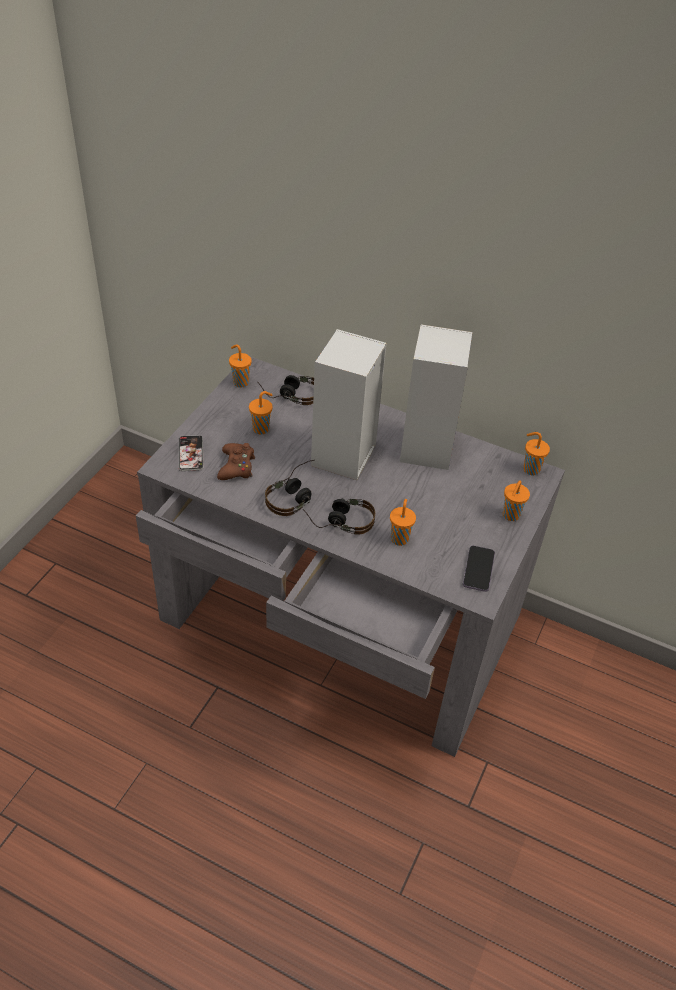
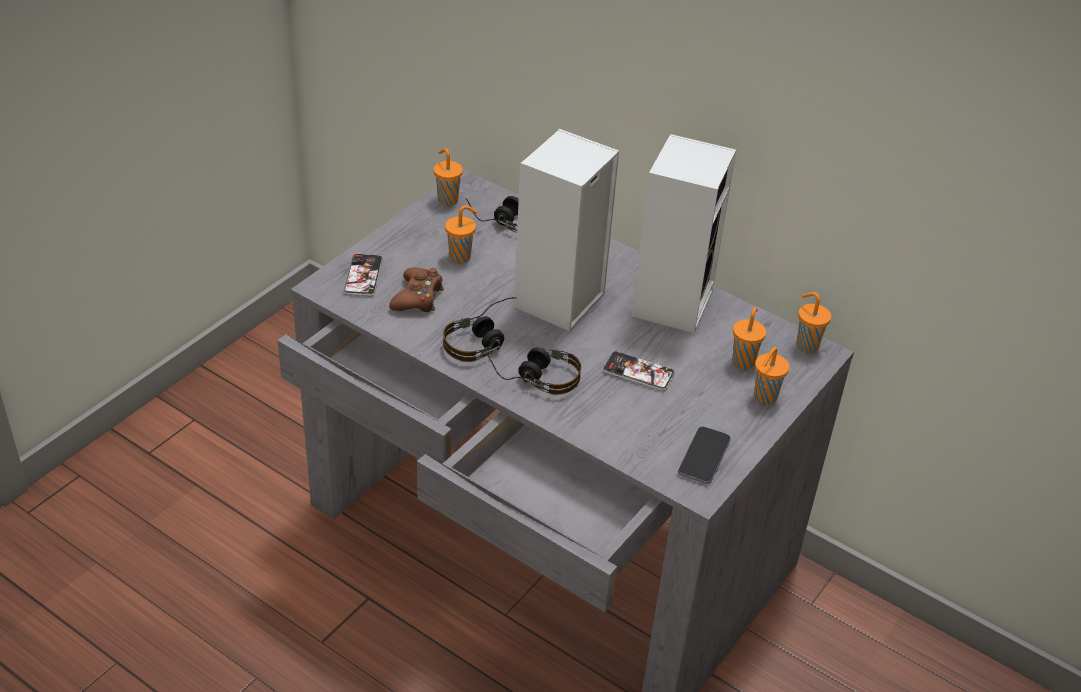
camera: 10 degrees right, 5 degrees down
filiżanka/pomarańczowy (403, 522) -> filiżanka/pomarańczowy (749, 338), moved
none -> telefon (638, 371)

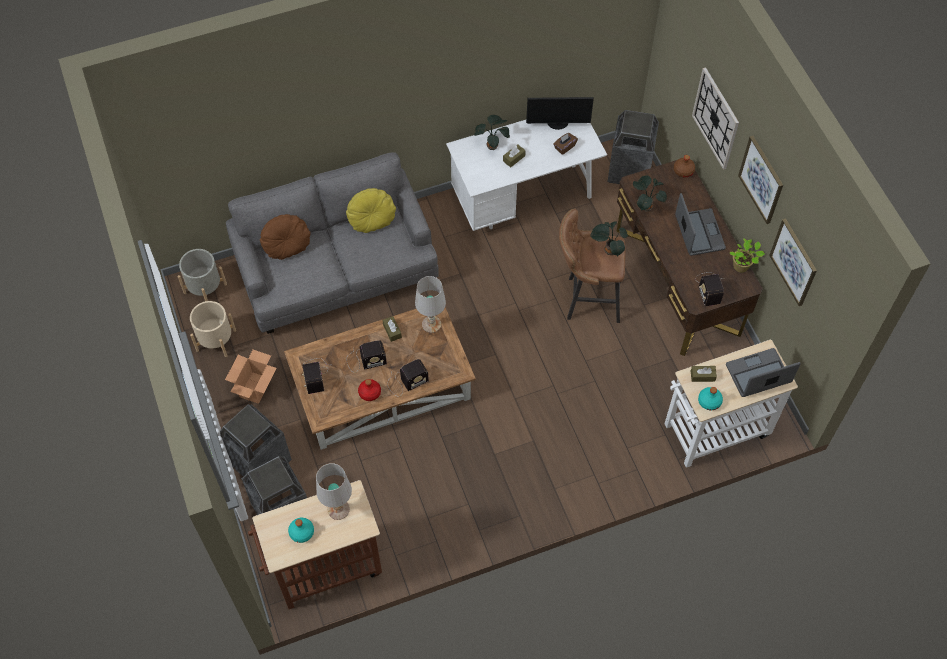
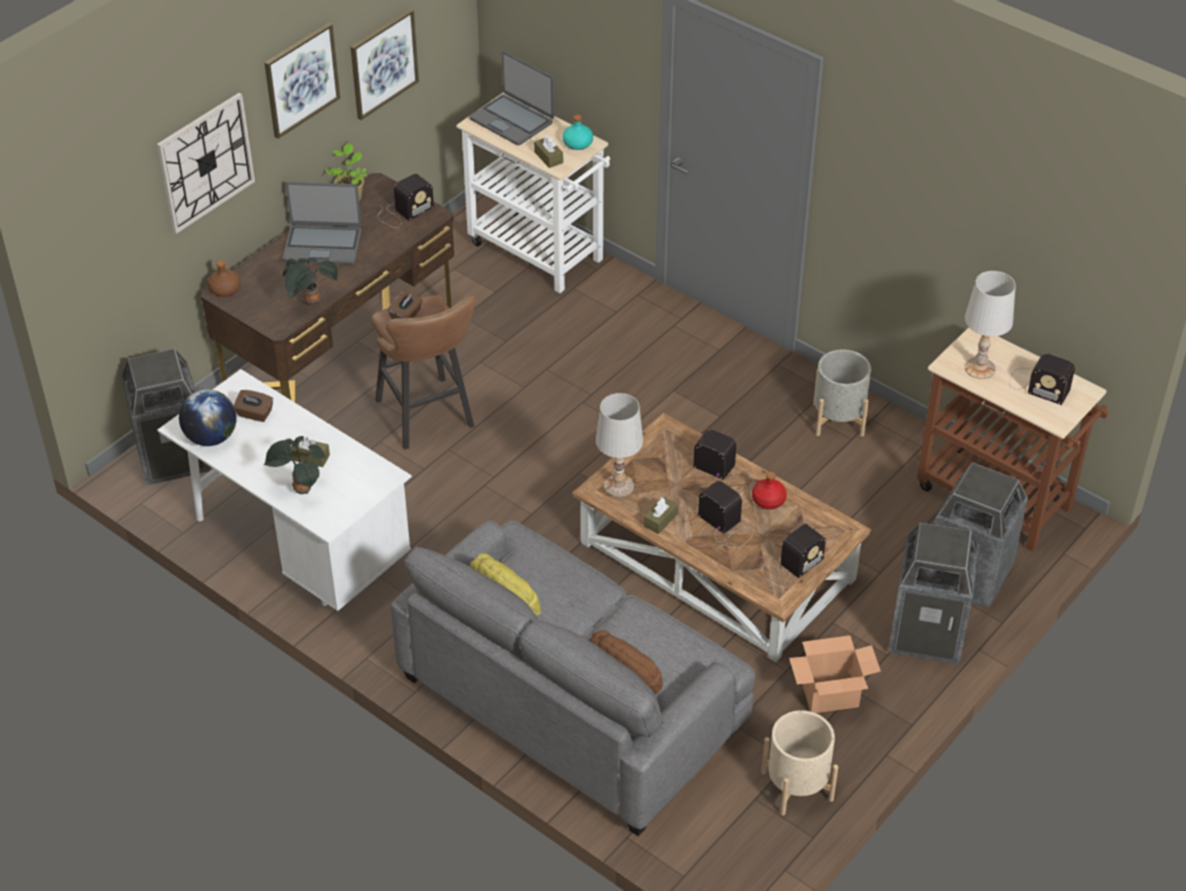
camera: 120 degrees left, 15 degrees down
donica/szary (202, 275) -> donica/szary (842, 393), moved
butelka/turkusowy (301, 530) -> radio (1042, 379)
monitor (560, 113) -> globus (208, 417)
roślina doniczkowa (609, 238) -> pudełko chusteczek/brązowy (405, 304)
laptop (700, 224) -> laptop (322, 223), 135 degrees counterclockwise

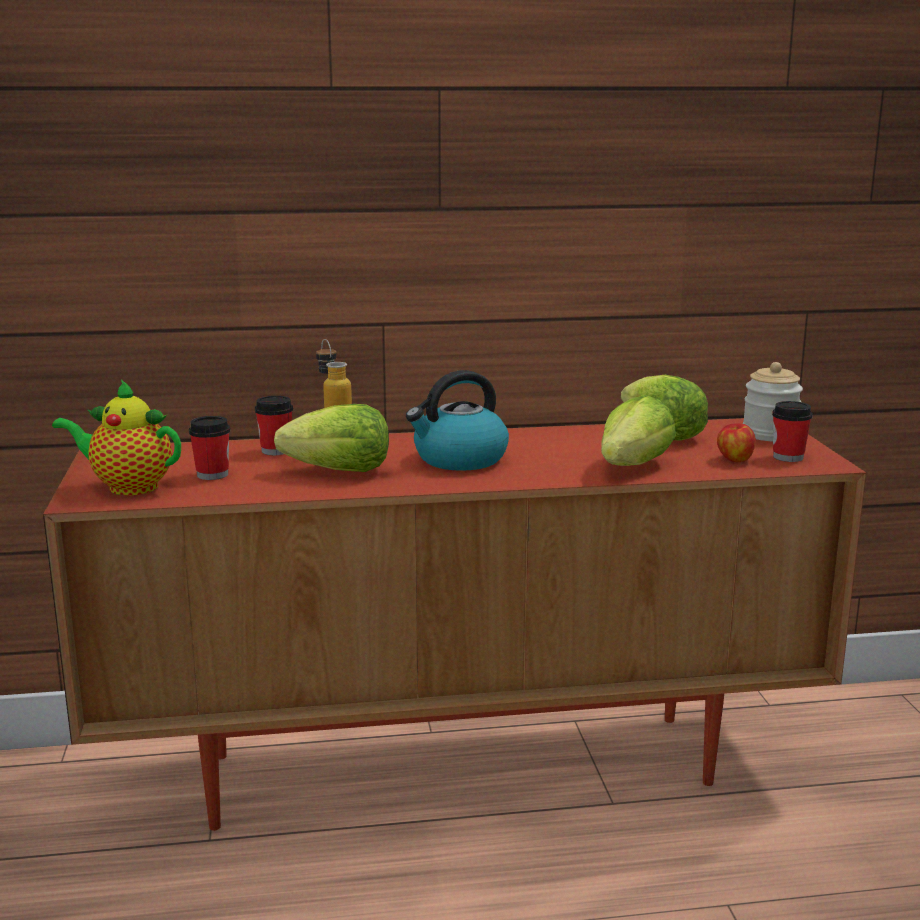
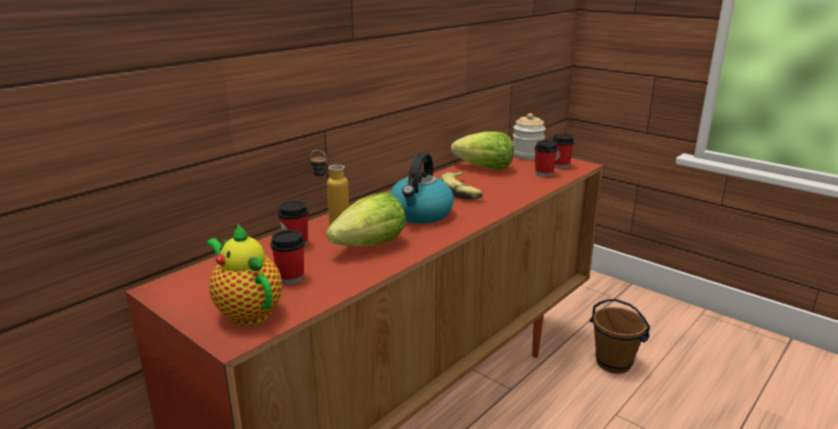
camera: 40 degrees left, 5 degrees up
imbryk (116, 437) -> imbryk (244, 274), 75 degrees clockwise
sałata (638, 430) -> none
jabłko (736, 442) -> filiżanka (546, 158)
none -> banan (462, 186)
none -> wiadro/brązowy (620, 336)

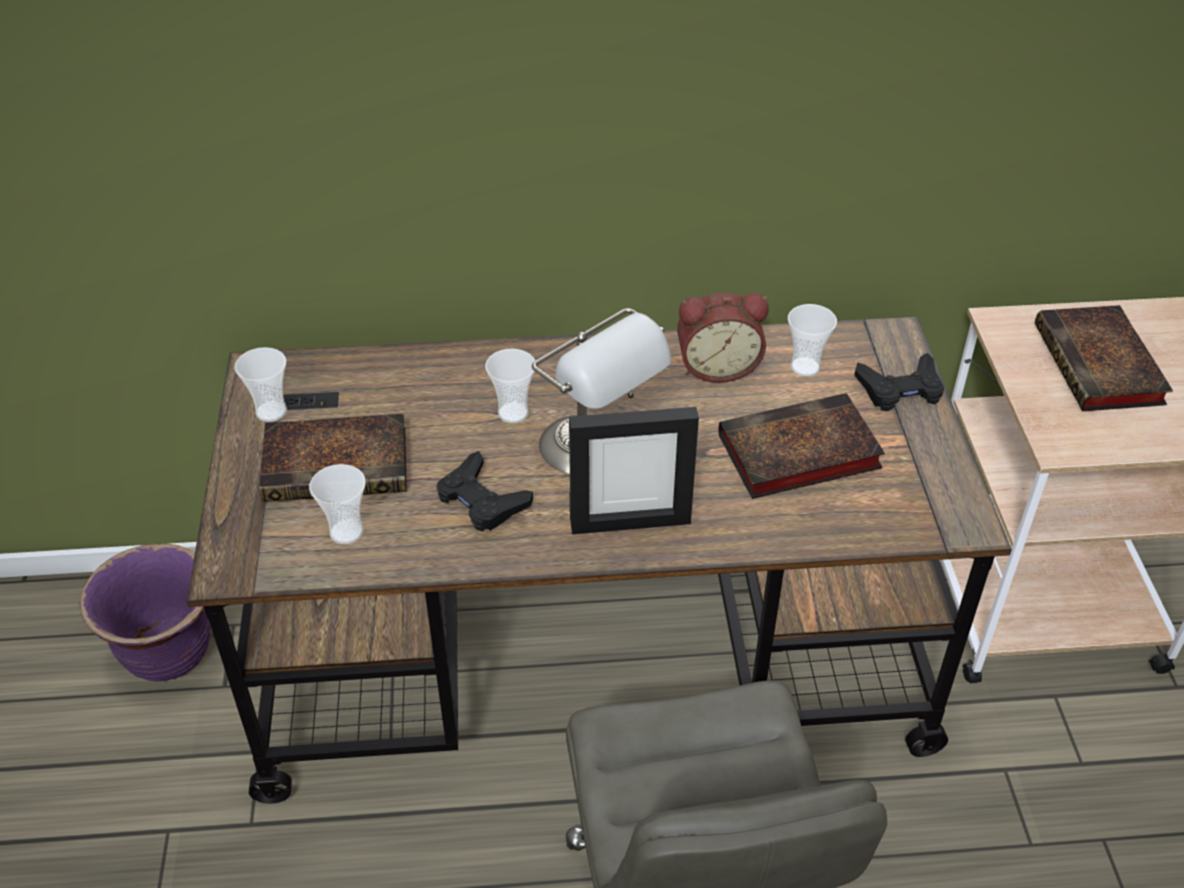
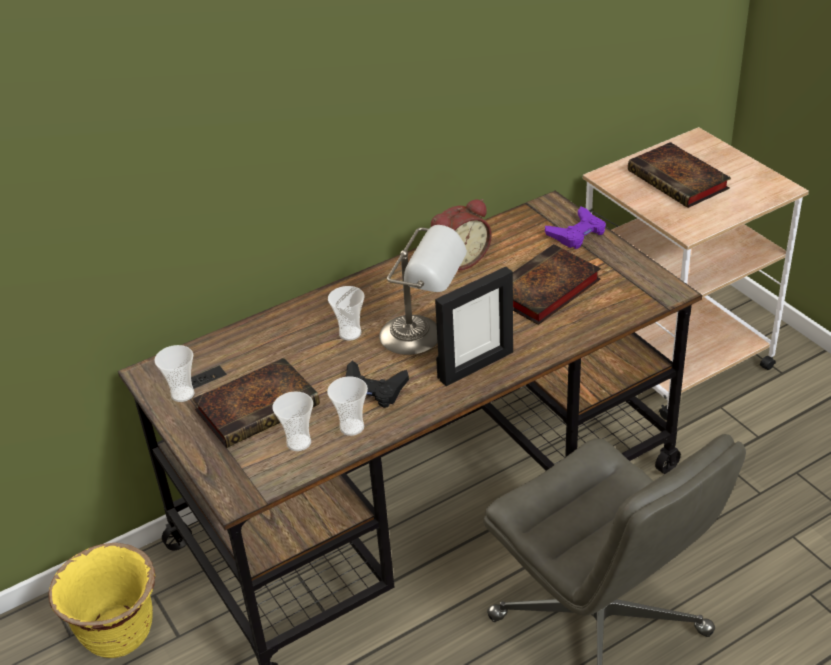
camera: 25 degrees left, 5 degrees down
donica/fioletowy (144, 612) -> donica/żółty (101, 600)
filiżanka (812, 340) -> filiżanka (347, 406), moved
pad do gier/czarny (899, 382) -> pad do gier/fioletowy (575, 228)

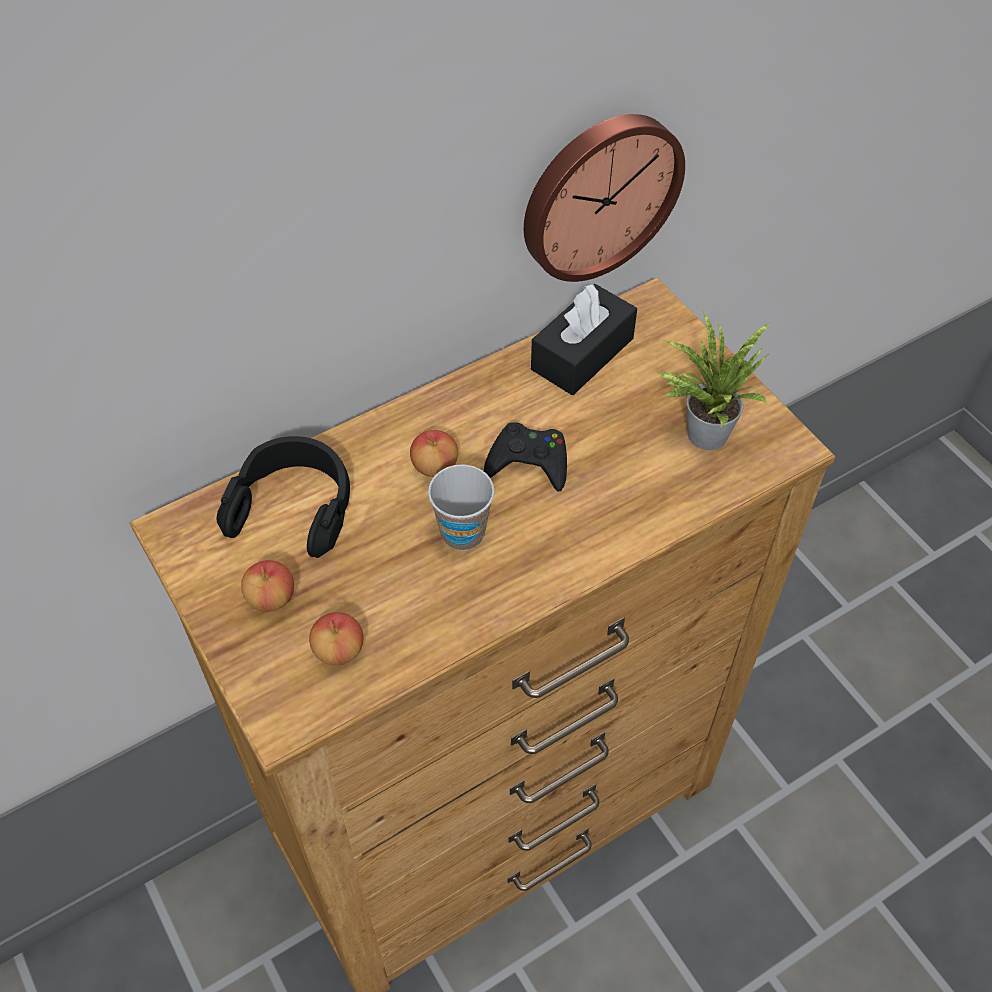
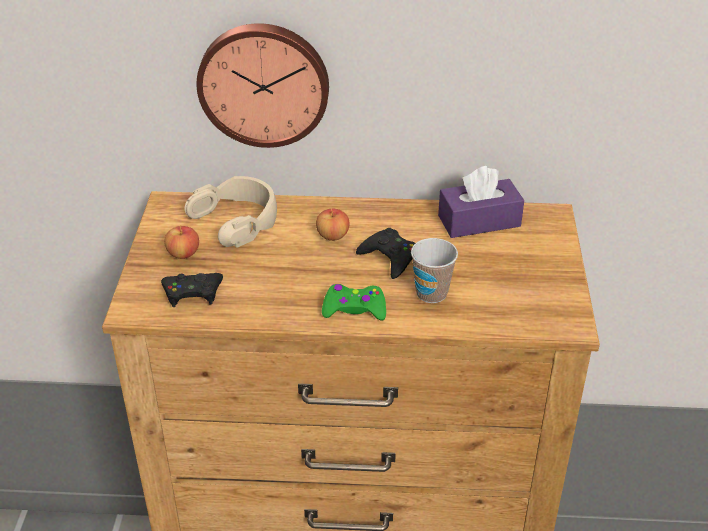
camera: 35 degrees right, 15 degrees down
słuchawki/czarny (283, 497) -> słuchawki/beżowy (230, 212)
jabłko (336, 639) -> pad do gier/czarny (192, 290)
filiżanka (461, 507) -> filiżanka (434, 270), moved
zegar ścienny (604, 198) -> zegar ścienny (262, 85), moved
pudełko chusteczek/czarny (584, 339) -> pudełko chusteczek/fioletowy (481, 202)
roślina doniczkowa (713, 380) -> none
none -> pad do gier/zielony (354, 302)

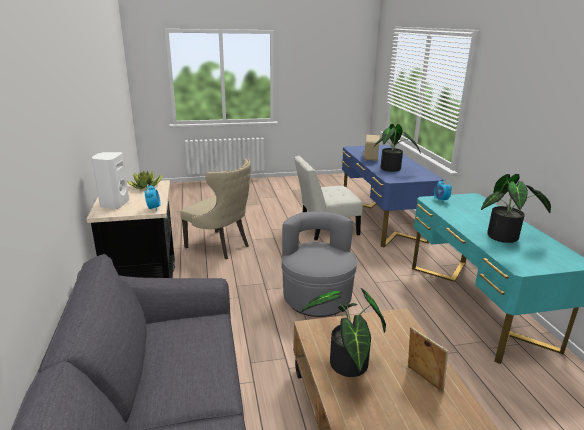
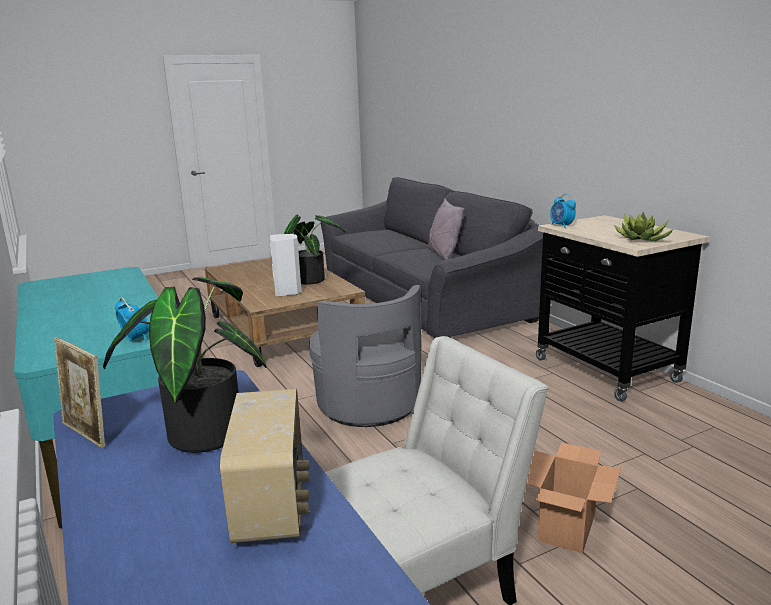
camera: 165 degrees right, 5 degrees down
głośnik/biały (110, 180) -> głośnik/biały (286, 265), moved
krzesło/beżowy (215, 209) -> none
ramka na zdjęcie (428, 360) -> ramka na zdjęcie (79, 392), moved
roślina doniczkowa (516, 208) -> none
none -> poduszka/fioletowy (446, 229)
none -> karton (573, 498)

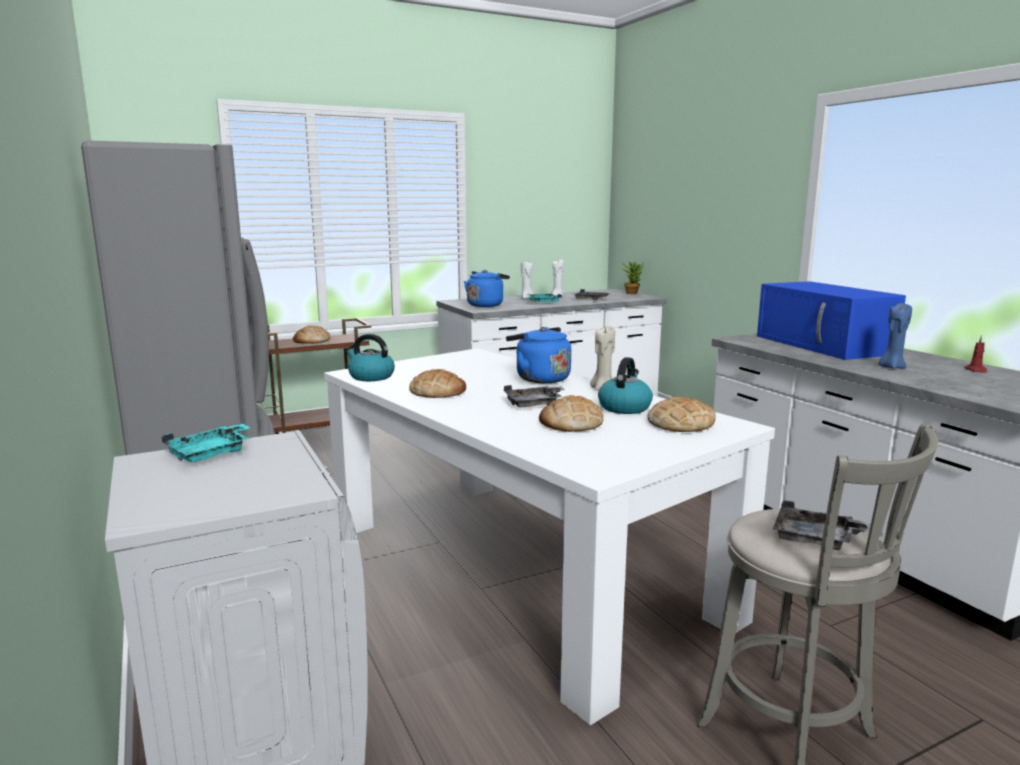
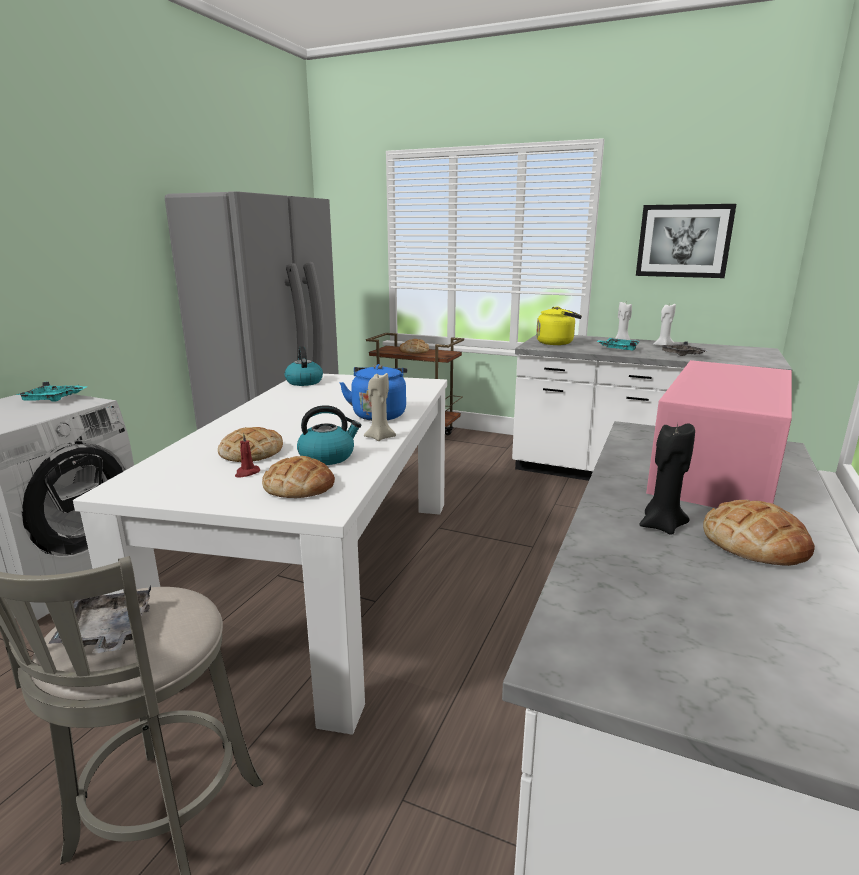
camera: 50 degrees right, 5 degrees up
chleb (437, 383) -> chleb (759, 533), moved
czajnik/niebieski (487, 288) -> czajnik/żółty (559, 325)
taca/szary (534, 396) -> none
roślina doniczkowa (633, 277) -> none
mikrofalówka/niebieski (831, 320) -> mikrofalówka/różowy (719, 434)
świeca/niebieski (895, 336) -> świeca/czarny (667, 479)
świeca/czerwony (975, 354) -> świeca/czerwony (247, 455), moved
none -> obraz (686, 241)

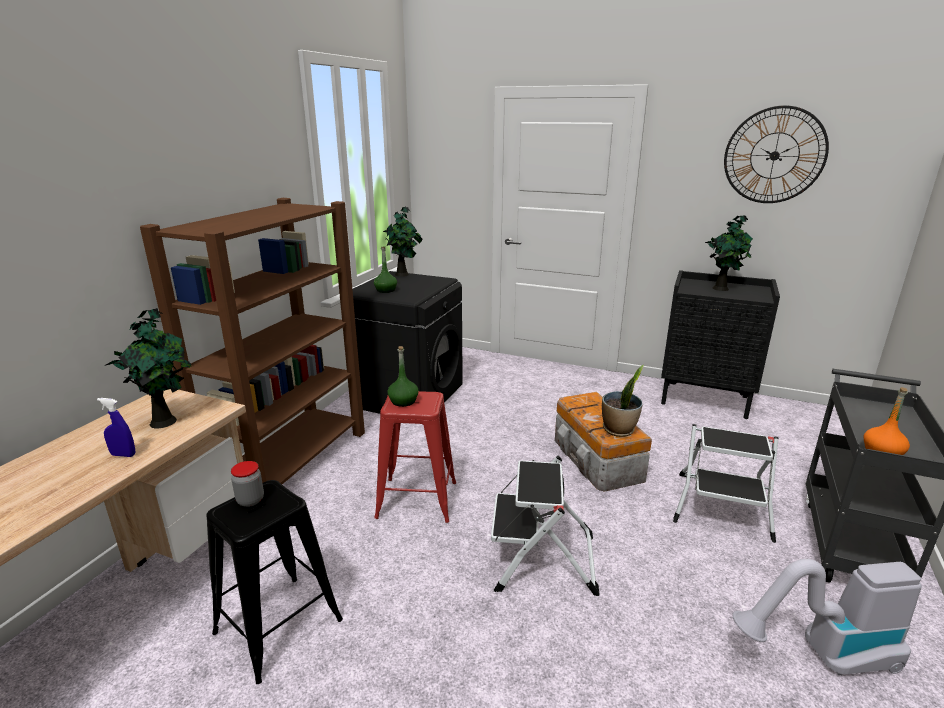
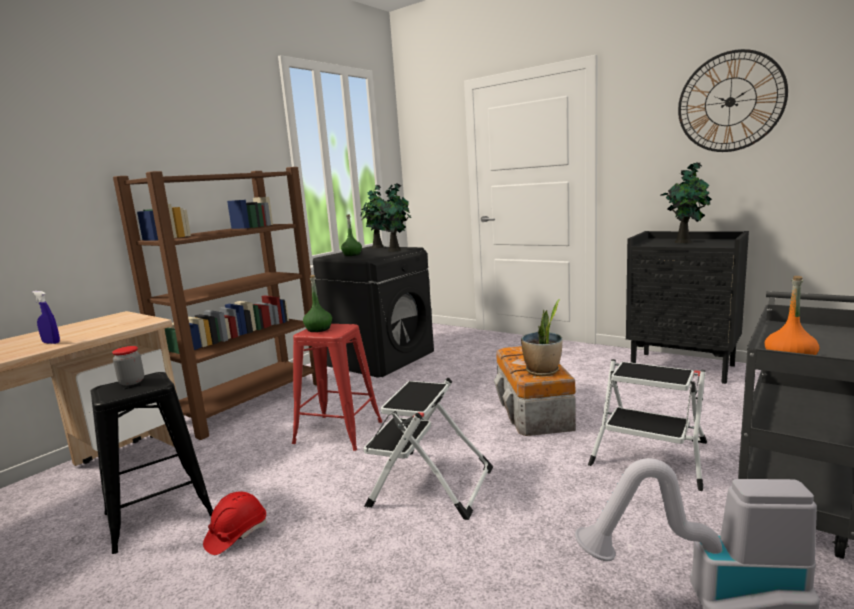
camera: 15 degrees right, 10 degrees down
roślina doniczkowa (149, 368) -> roślina doniczkowa (391, 217), moved
none -> kask/czerwony (235, 523)

